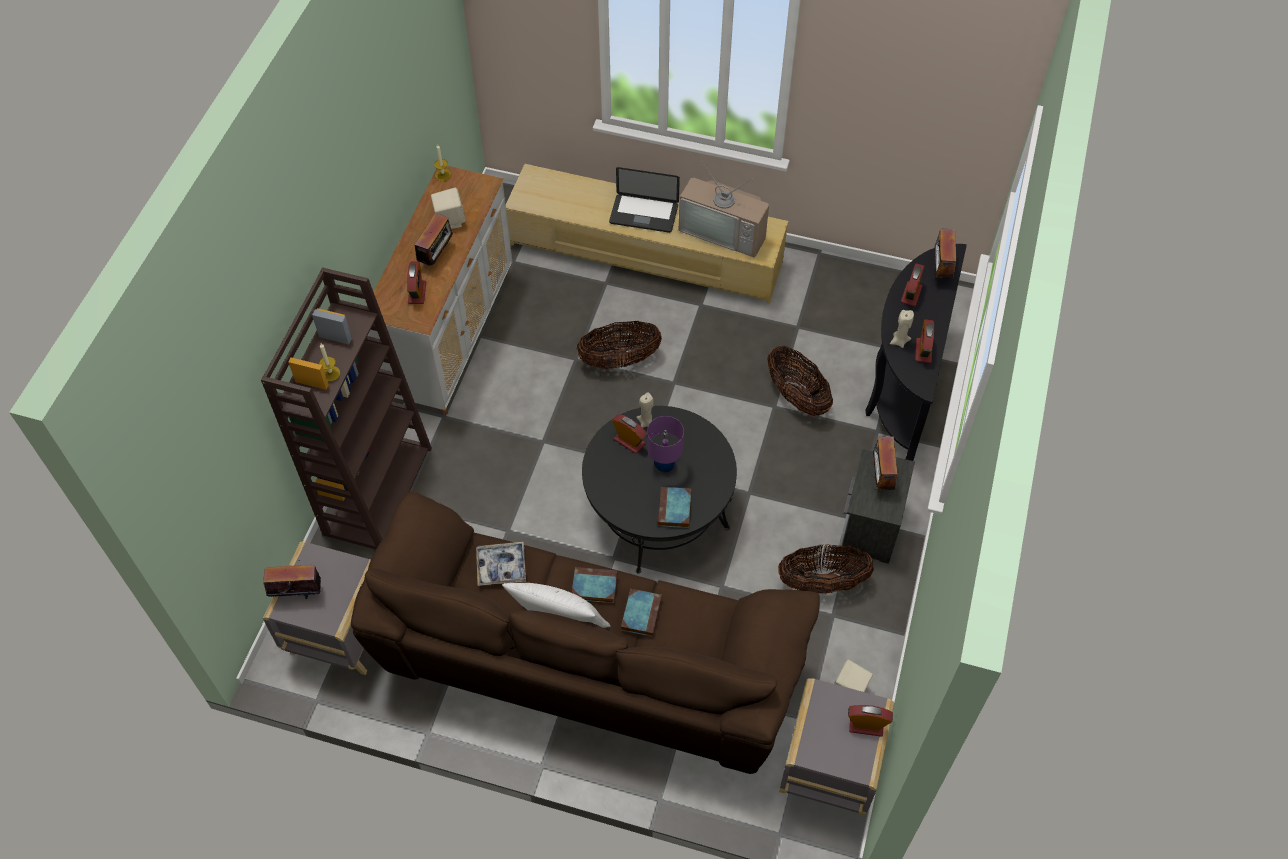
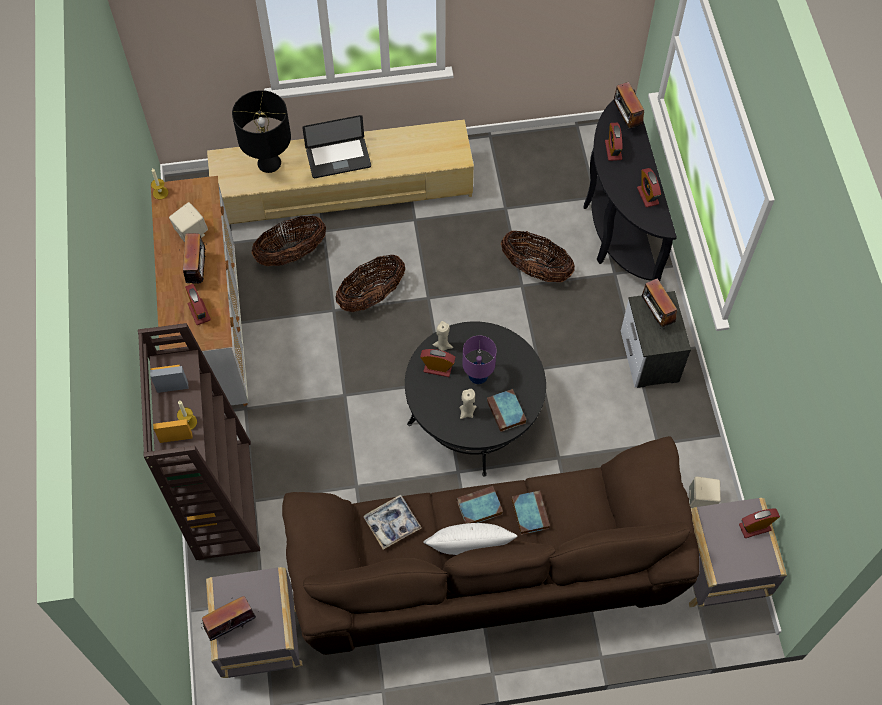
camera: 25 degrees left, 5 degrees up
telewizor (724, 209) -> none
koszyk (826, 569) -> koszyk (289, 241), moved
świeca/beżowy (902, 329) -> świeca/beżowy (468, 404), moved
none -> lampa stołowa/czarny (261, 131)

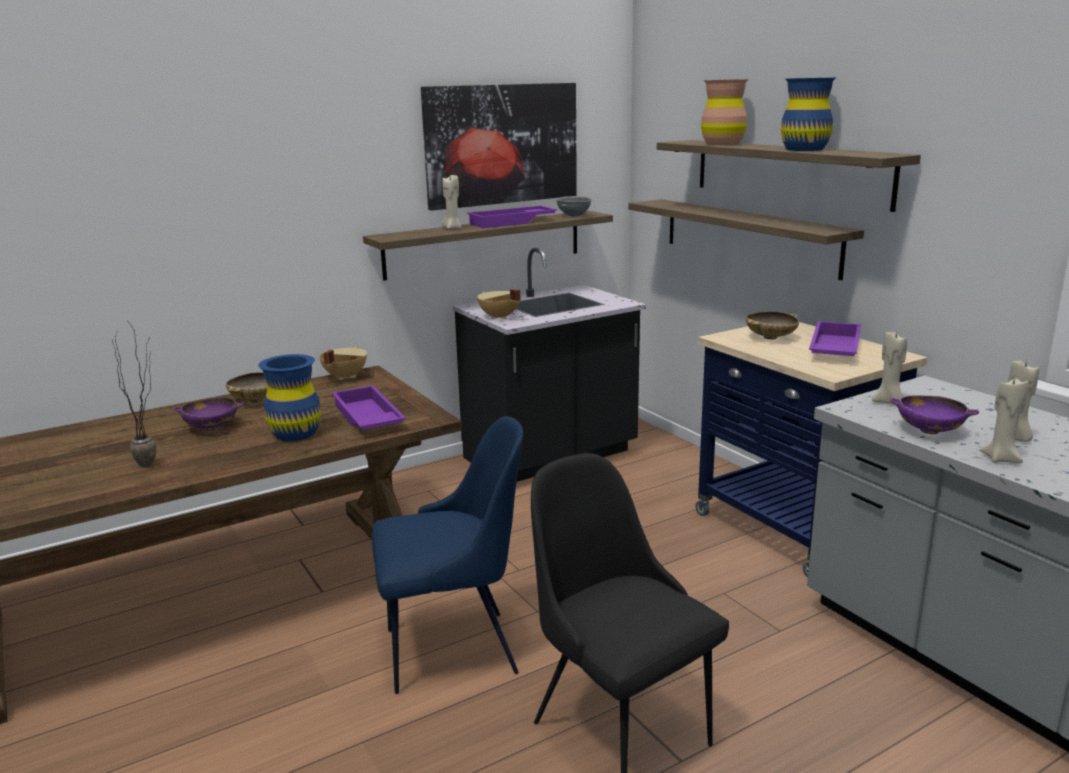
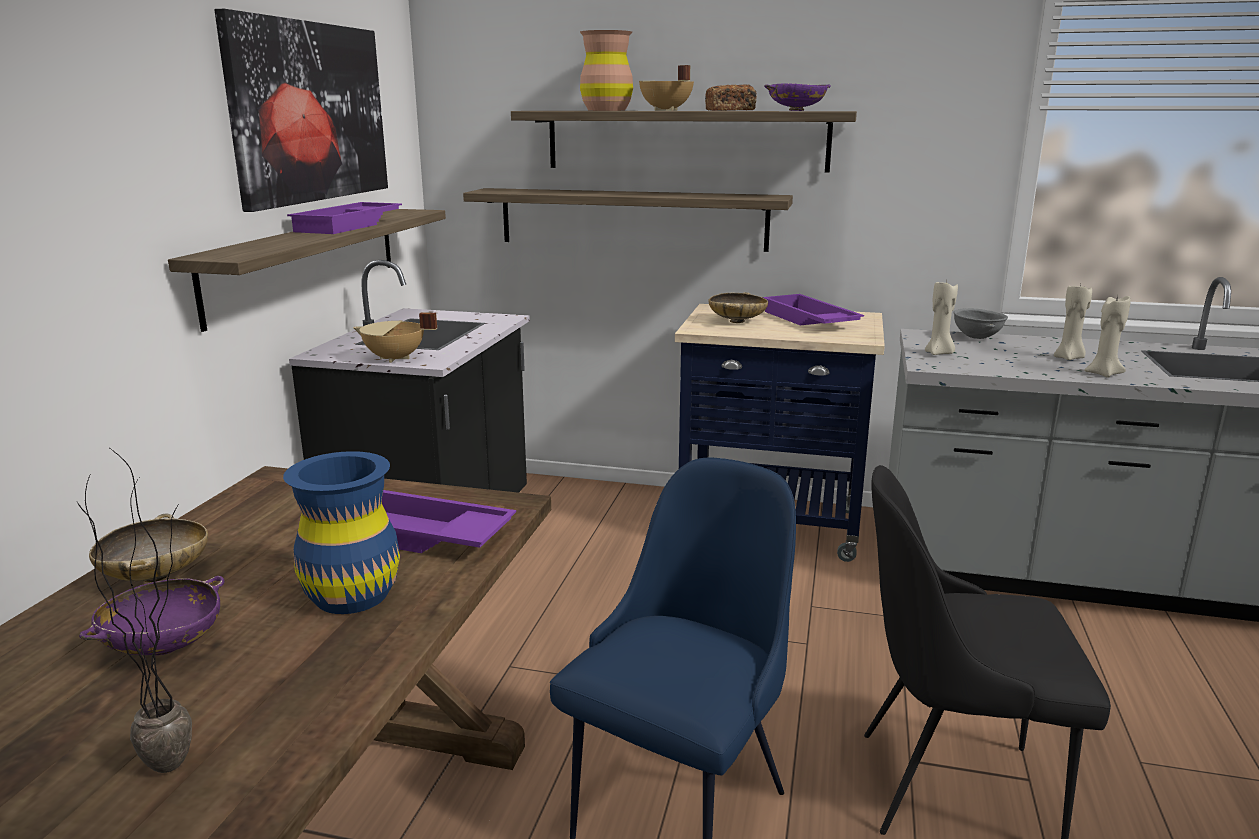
camera: 45 degrees left, 0 degrees up
garnek/beżowy (343, 363) -> garnek/beżowy (666, 88), moved
świeca/beżowy (451, 202) -> none
miska/szary (574, 206) -> miska/szary (980, 323), moved
wazon/niebieski (808, 114) -> chleb (731, 97)
miska/fioletowy (934, 414) -> miska/fioletowy (797, 97), moved

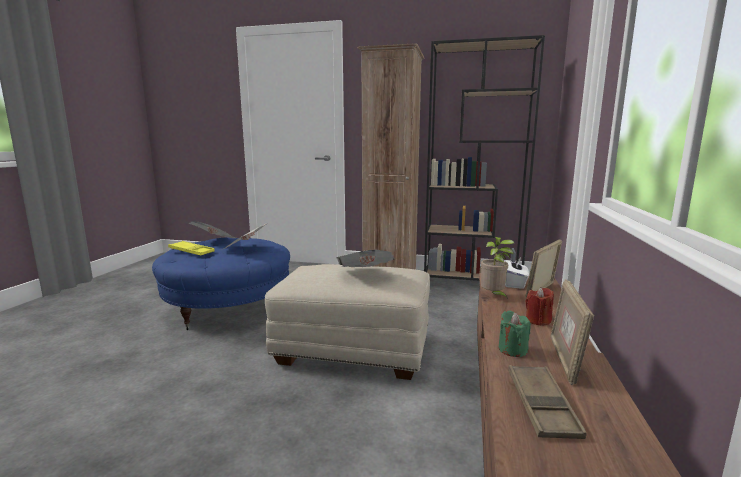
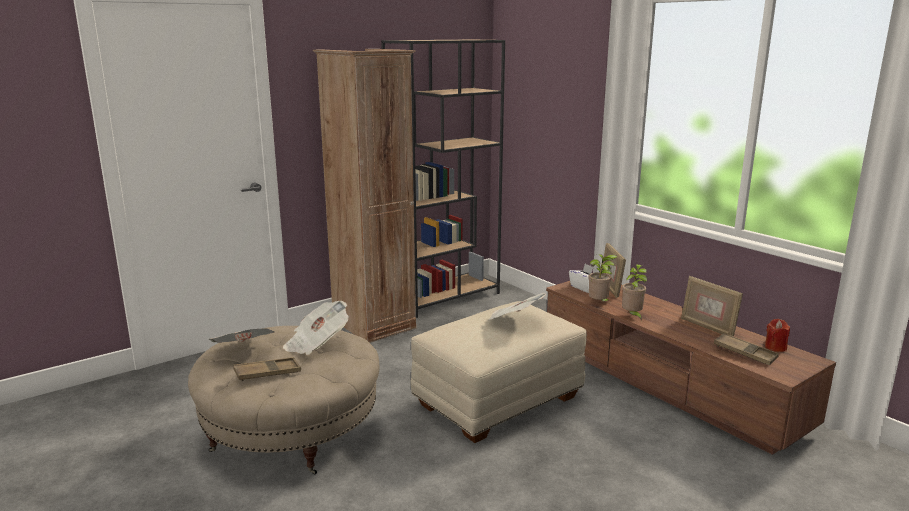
camera: 50 degrees left, 5 degrees up
pufa/niebieski (221, 284) -> pufa/beżowy (283, 400)
taca/żółty (191, 248) -> taca/brązowy (267, 369)
świeca/zielony (514, 334) -> none
świeca/czerwony (540, 306) -> świeca/czerwony (777, 335), moved
none -> roślina doniczkowa (634, 292)

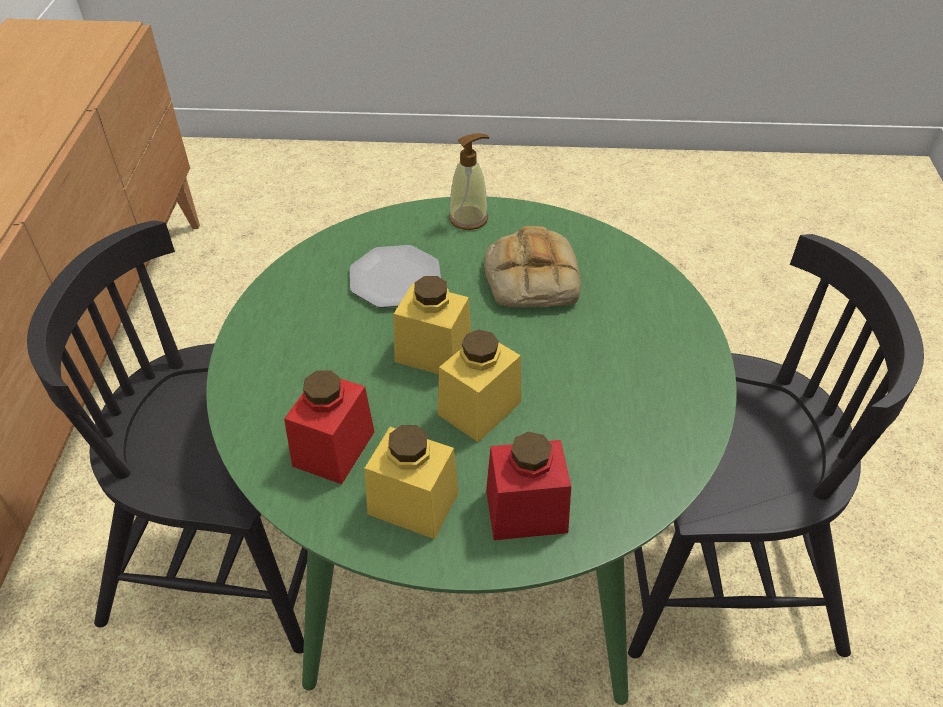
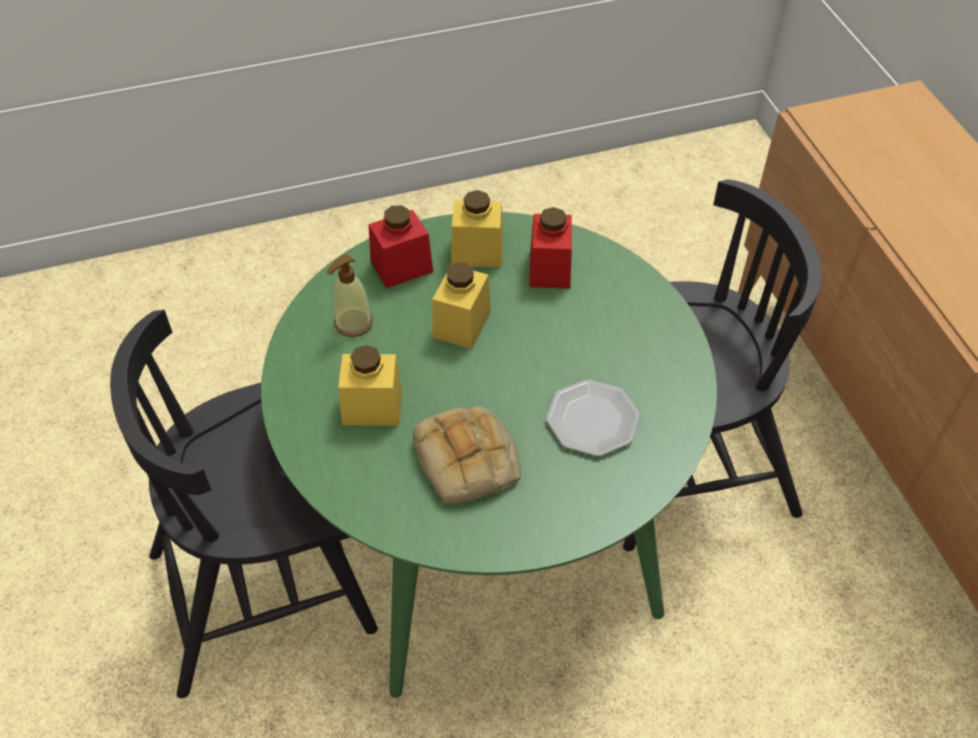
camera: 160 degrees right, 5 degrees up
słoik/żółty (432, 325) -> słoik/żółty (370, 385), moved
dozownik mydła (469, 181) -> dozownik mydła (350, 295), moved

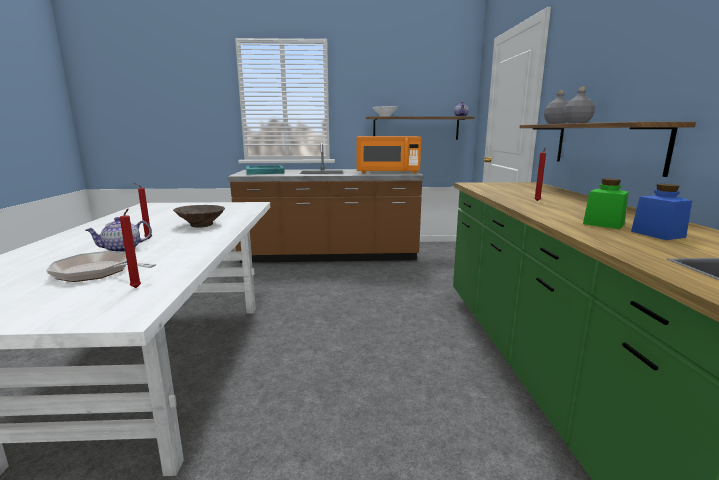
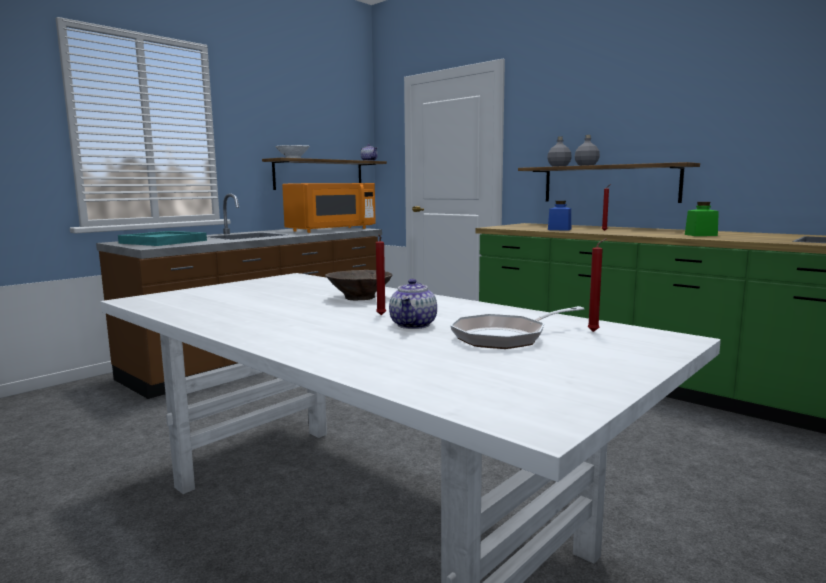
camera: 45 degrees left, 5 degrees down
słoik/niebieski (661, 212) -> słoik/niebieski (559, 216), moved

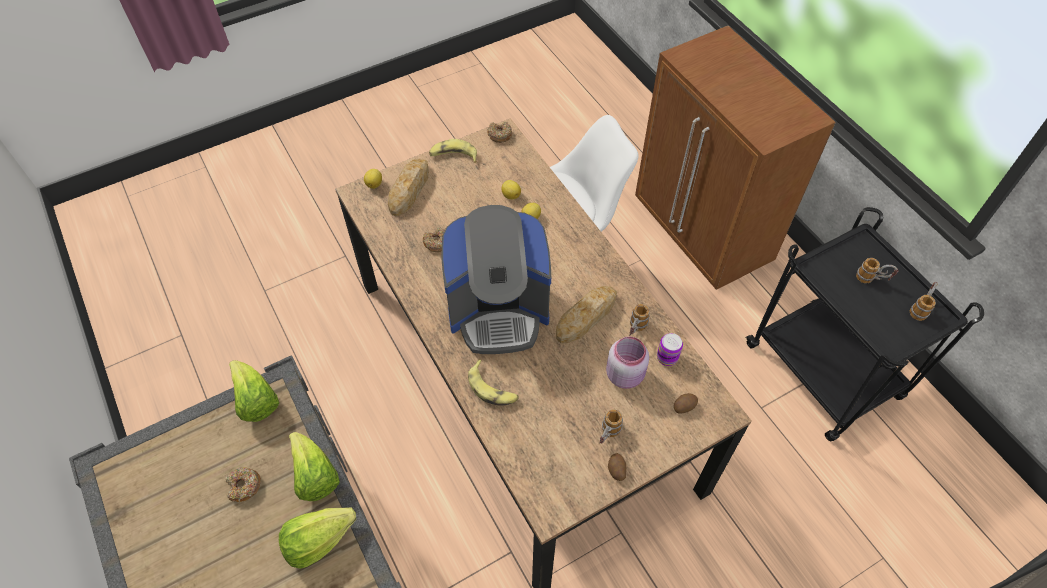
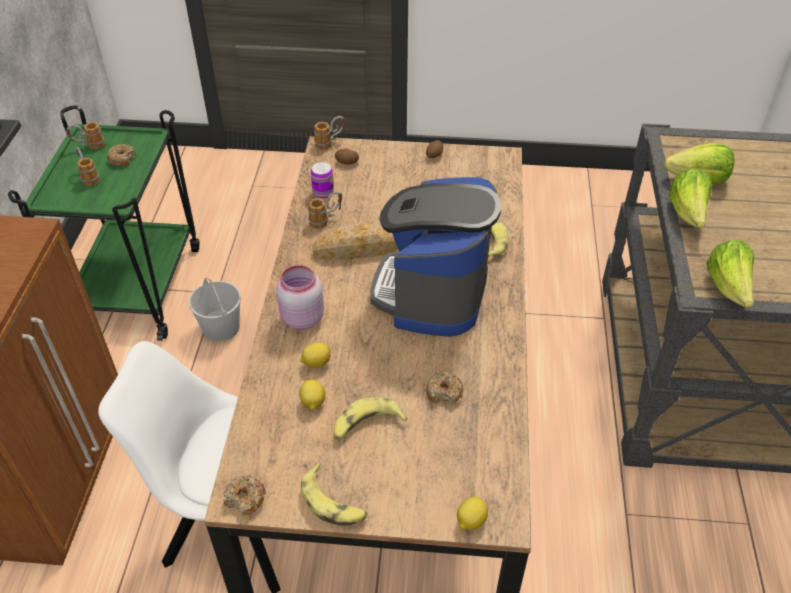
camera: 145 degrees left, 10 degrees down
donut (243, 484) -> donut (121, 155), moved
chleb (408, 188) -> none
ekspres do kawy (496, 279) -> ekspres do kawy (435, 257), 105 degrees counterclockwise
kubek (611, 426) -> kubek (329, 133), moved
słoik/różowy (627, 363) -> słoik/różowy (300, 297), moved
wózek/czarny (864, 324) -> wózek/zielony (104, 223)
none -> wiadro/biały (215, 310)
none -> banan (371, 419)

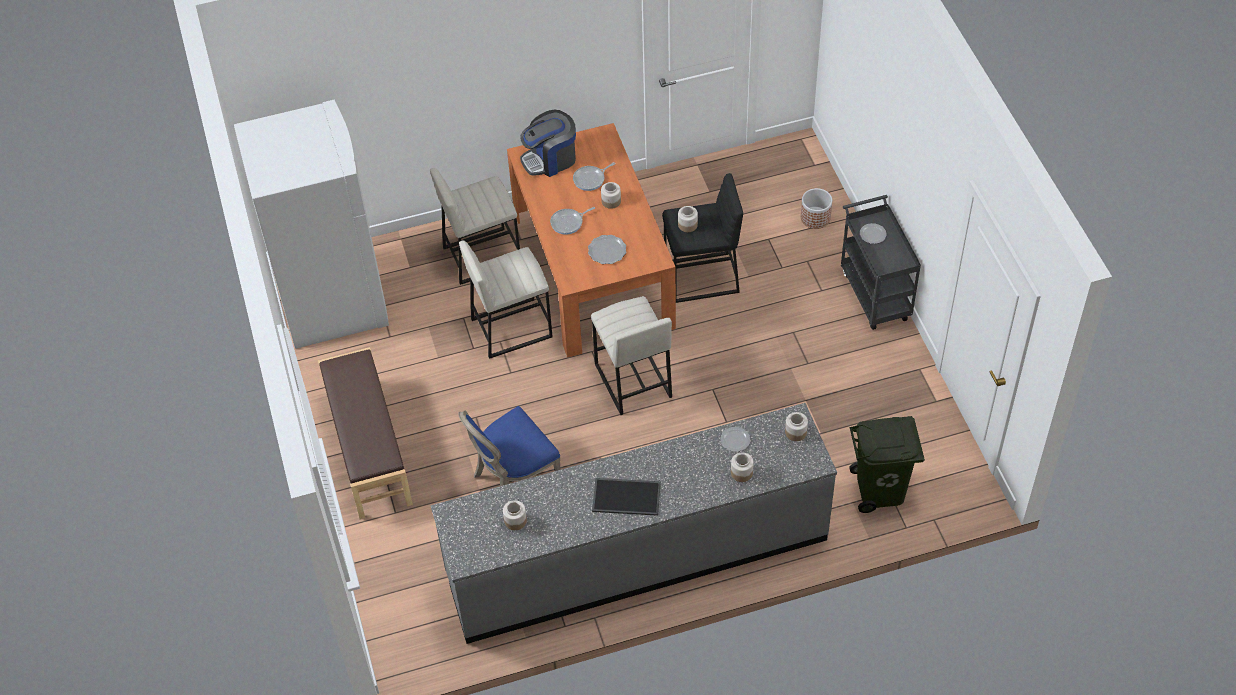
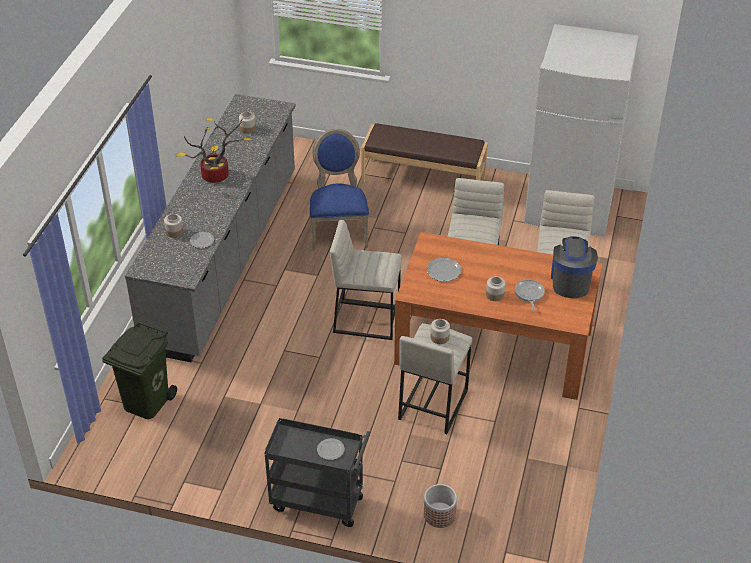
camera: 120 degrees right, 10 degrees down
patelnia (572, 221) -> none
taca (626, 497) -> roślina doniczkowa (213, 150)
stołek/czarny (702, 238) -> stołek/beżowy (435, 378)
słoik (796, 426) -> none

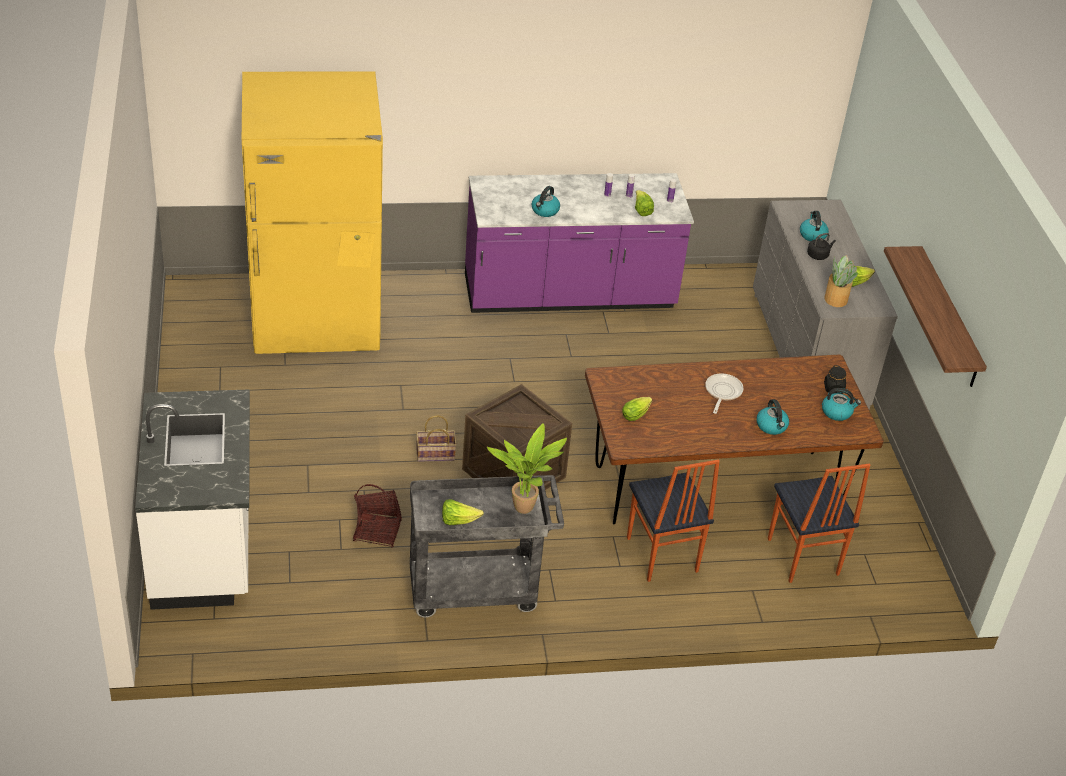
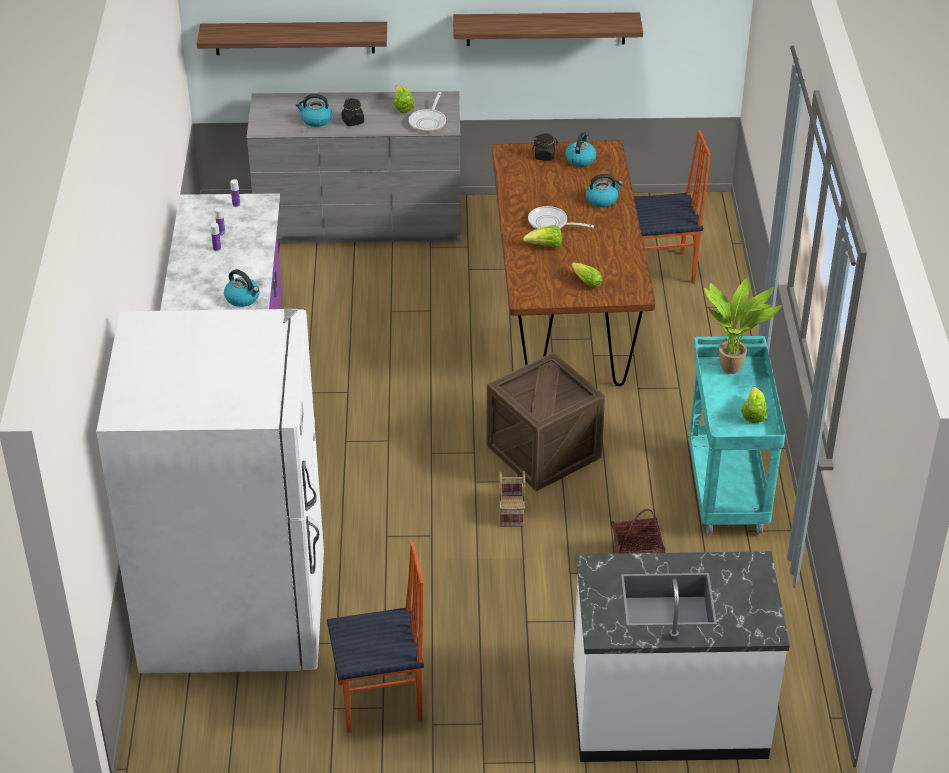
camera: 80 degrees left, 0 degrees up
lodówka/żółty (312, 212) -> lodówka/biały (210, 491)
wózek/szary (487, 546) -> wózek/turkusowy (737, 435)
krzesło (673, 520) -> krzesło (375, 637), moved
sałata (644, 203) -> sałata (542, 236), moved
czajnik/czarny (821, 246) -> słoik/czarny (353, 112)
roślina doniczkowa (841, 281) -> patelnia (427, 112)
none -> półka (292, 38)

